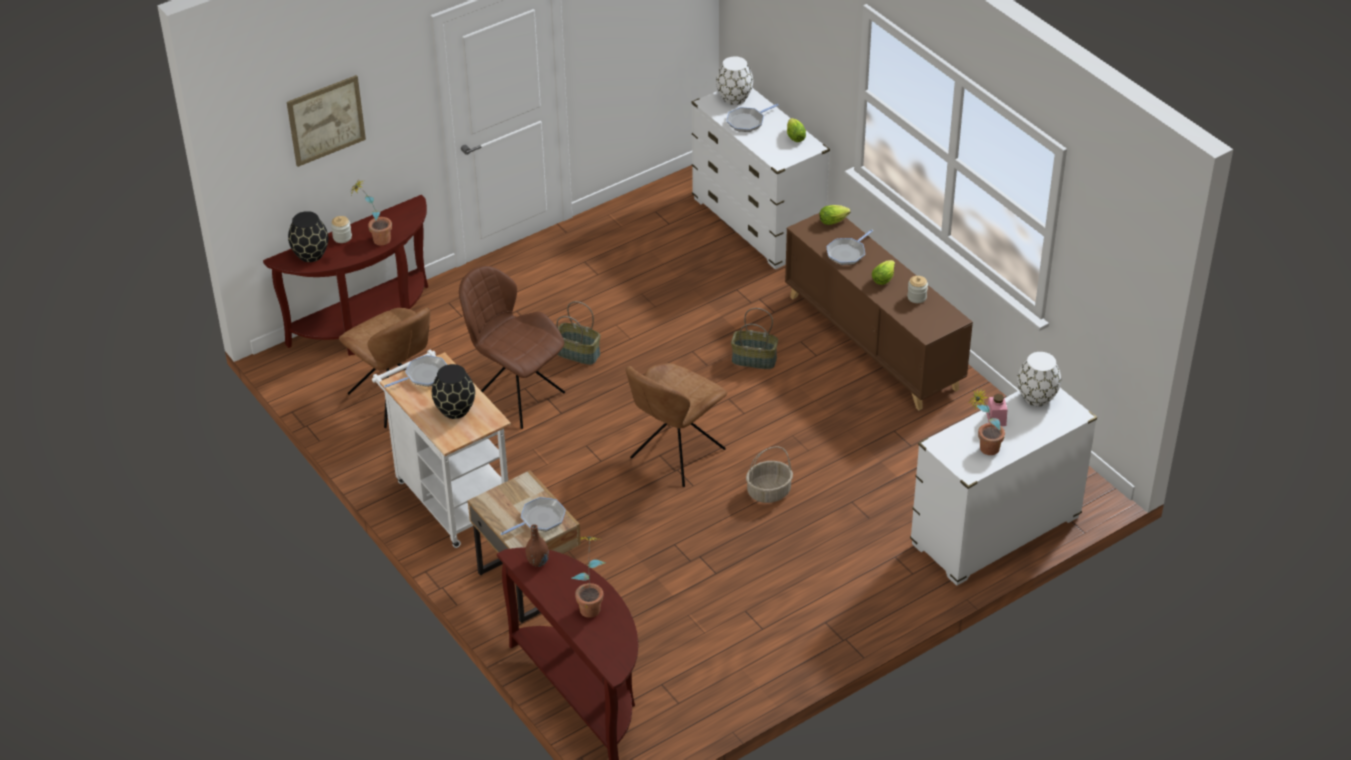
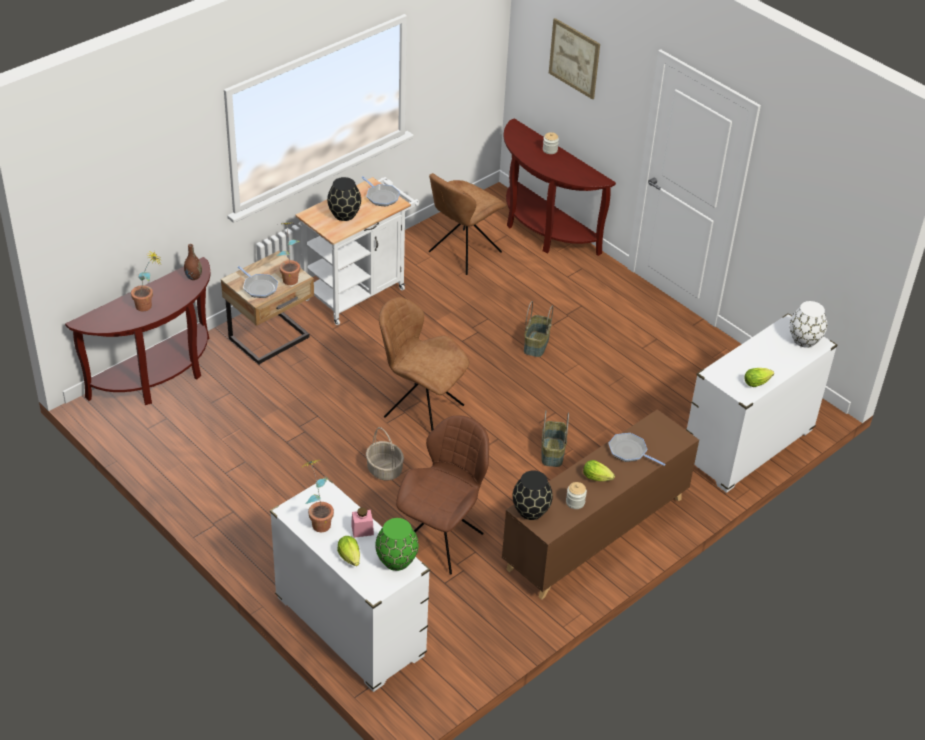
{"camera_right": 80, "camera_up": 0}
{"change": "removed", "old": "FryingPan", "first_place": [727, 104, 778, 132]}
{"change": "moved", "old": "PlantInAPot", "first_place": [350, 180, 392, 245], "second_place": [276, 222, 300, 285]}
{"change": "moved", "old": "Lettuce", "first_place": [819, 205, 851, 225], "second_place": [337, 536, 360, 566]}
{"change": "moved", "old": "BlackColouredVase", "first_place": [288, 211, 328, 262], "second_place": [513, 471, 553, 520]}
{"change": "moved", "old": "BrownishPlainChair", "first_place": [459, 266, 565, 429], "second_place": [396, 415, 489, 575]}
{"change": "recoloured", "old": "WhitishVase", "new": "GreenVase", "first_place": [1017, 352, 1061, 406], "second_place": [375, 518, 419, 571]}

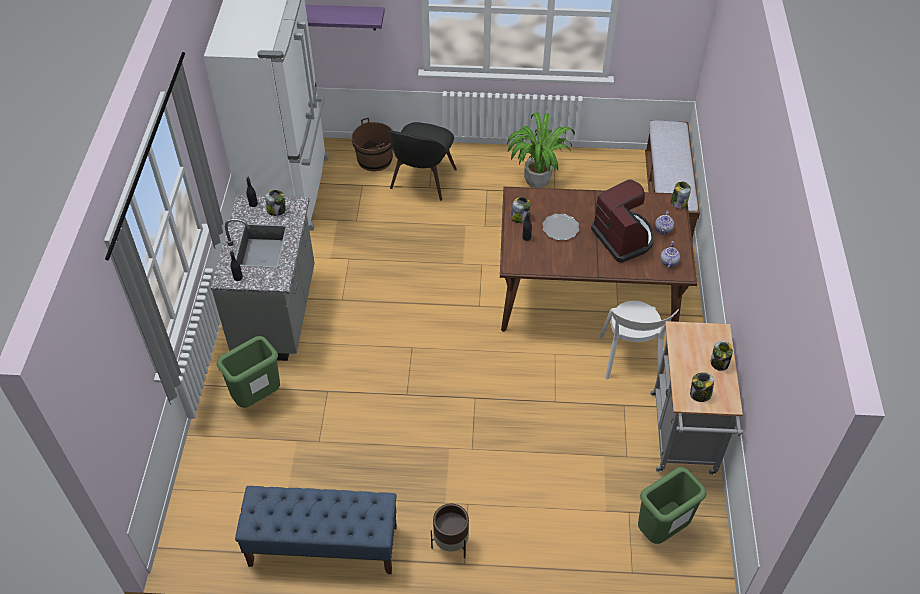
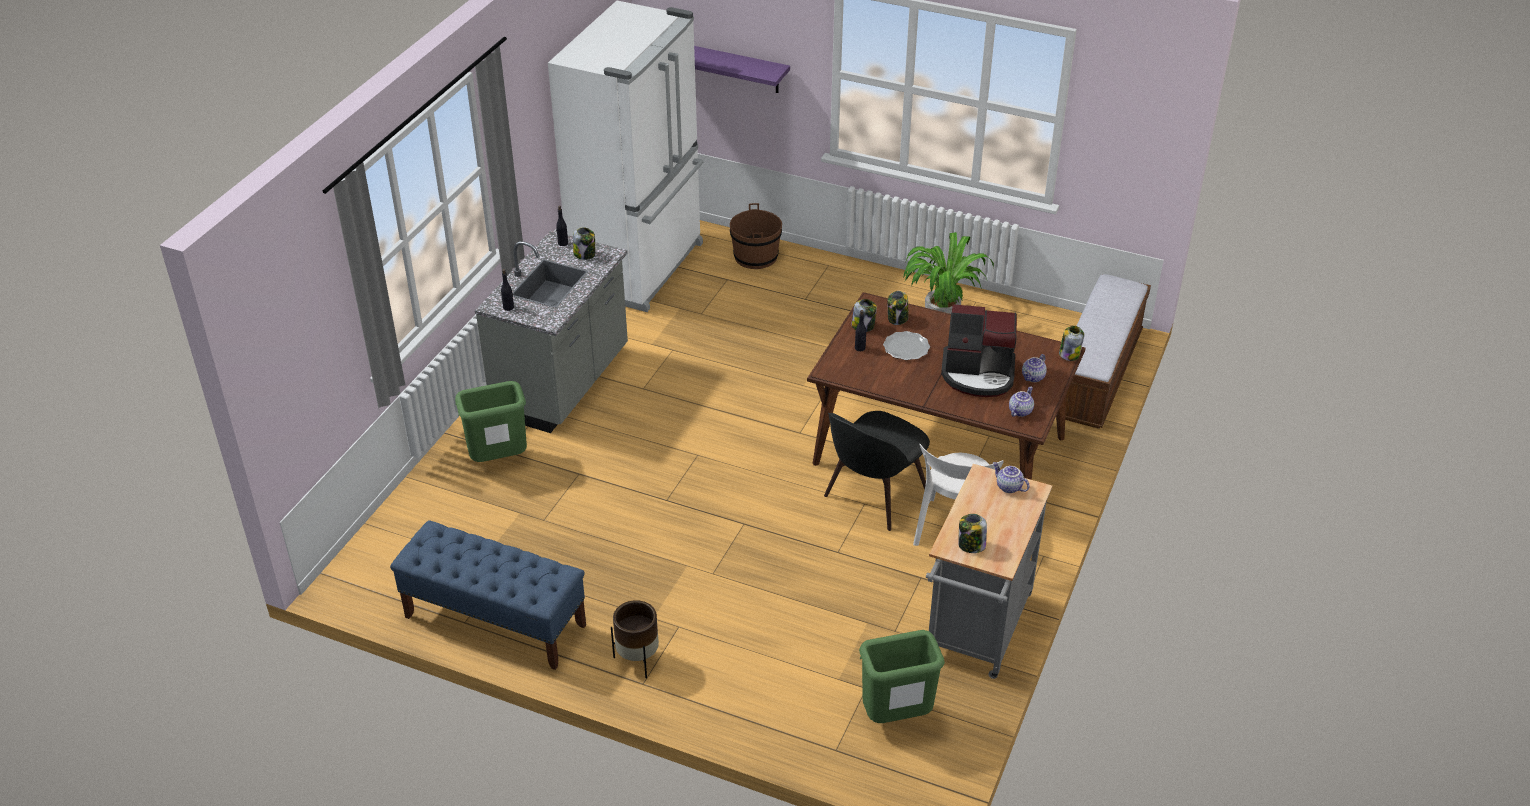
{"camera_right": 20, "camera_up": -10}
{"change": "moved", "old": "BlackColouredPlainChair", "first_place": [388, 122, 457, 201], "second_place": [824, 411, 930, 531]}
{"change": "turned", "old": "CoffeeMaker", "first_place": [591, 179, 654, 263], "second_place": [941, 304, 1017, 397], "degrees": 105}
{"change": "moved", "old": "PreserveJar", "first_place": [711, 341, 733, 371], "second_place": [888, 291, 909, 325]}
{"change": "added", "new": "TeaPot", "second_place": [993, 462, 1030, 493]}

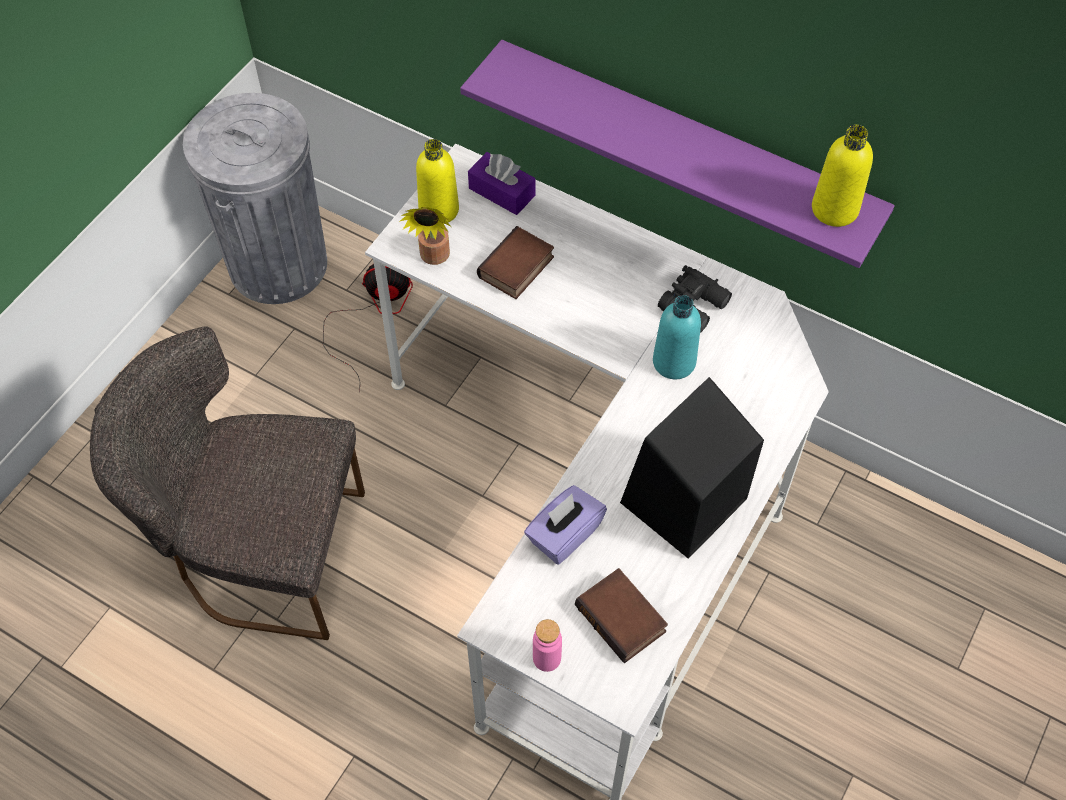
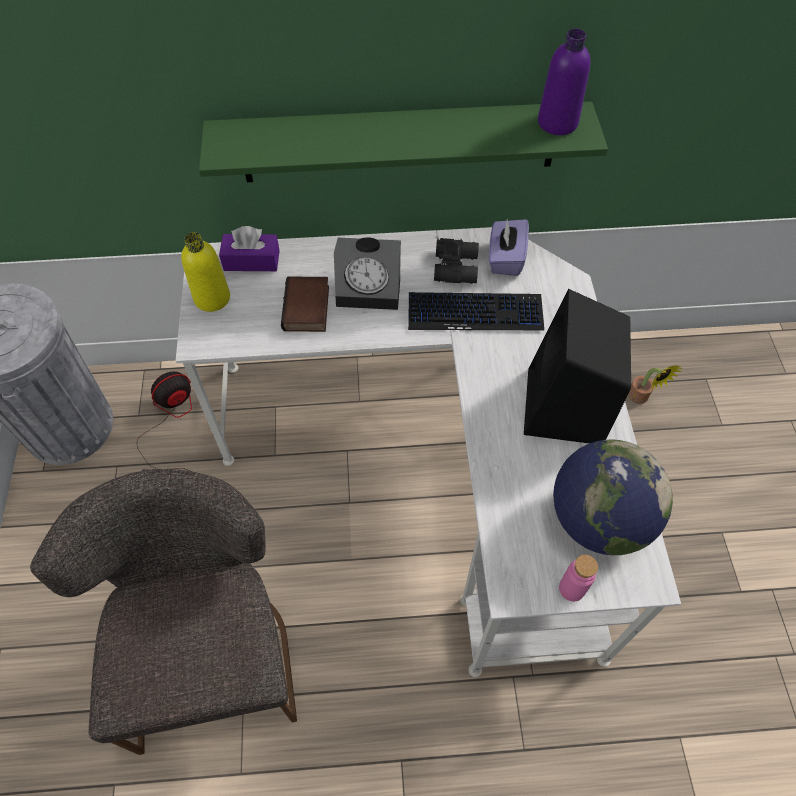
{"camera_right": -35, "camera_up": 0}
{"change": "recoloured", "old": "PurpleWallShelf", "new": "GreenWallShelf", "first_place": [460, 40, 895, 268], "second_place": [199, 102, 608, 182]}
{"change": "recoloured", "old": "YellowBottle", "new": "PurpleBottle", "first_place": [812, 125, 873, 227], "second_place": [538, 29, 590, 135]}
{"change": "moved", "old": "PlantInAPot", "first_place": [399, 207, 451, 265], "second_place": [628, 365, 683, 404]}
{"change": "replaced", "old": "TurquoiseColouredBottle", "new": "ComputerKeyboard", "first_place": [653, 295, 701, 379], "second_place": [408, 292, 544, 330]}
{"change": "turned", "old": "GreyishPlainChair", "first_place": [90, 327, 365, 640], "second_place": [30, 469, 297, 755], "degrees": 105}
{"change": "moved", "old": "PurpleTissueHolder", "first_place": [524, 485, 607, 565], "second_place": [489, 219, 529, 276]}
{"change": "replaced", "old": "Book", "new": "DeskGlobe", "first_place": [575, 568, 668, 663], "second_place": [553, 439, 673, 555]}
{"change": "added", "new": "TableClock", "second_place": [334, 237, 401, 310]}

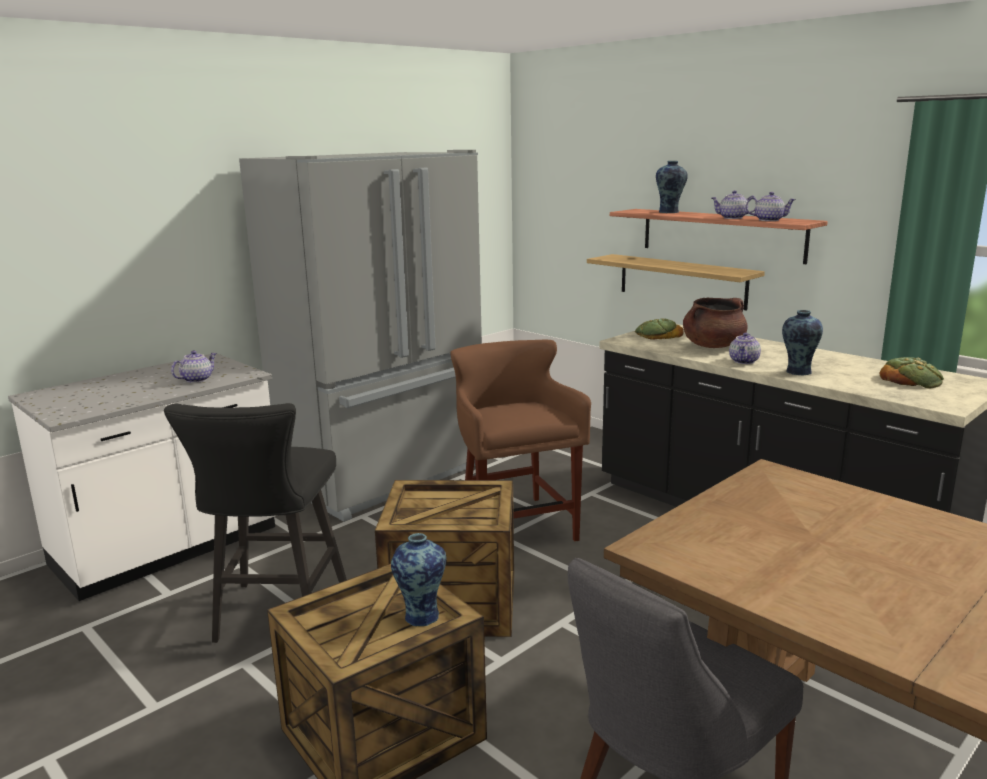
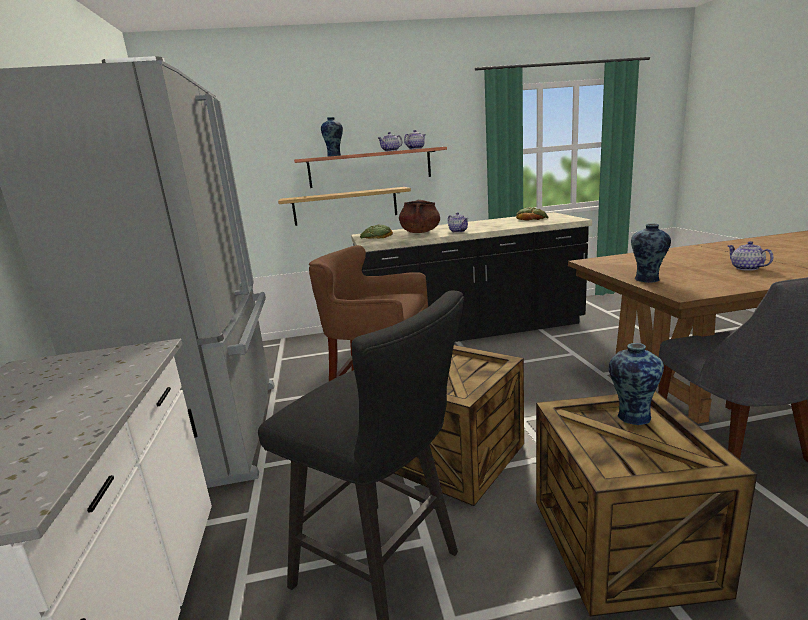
{"camera_right": -55, "camera_up": 0}
{"change": "moved", "old": "Vase", "first_place": [782, 310, 823, 375], "second_place": [631, 224, 671, 283]}
{"change": "moved", "old": "TeaPot", "first_place": [171, 351, 217, 383], "second_place": [728, 241, 774, 271]}

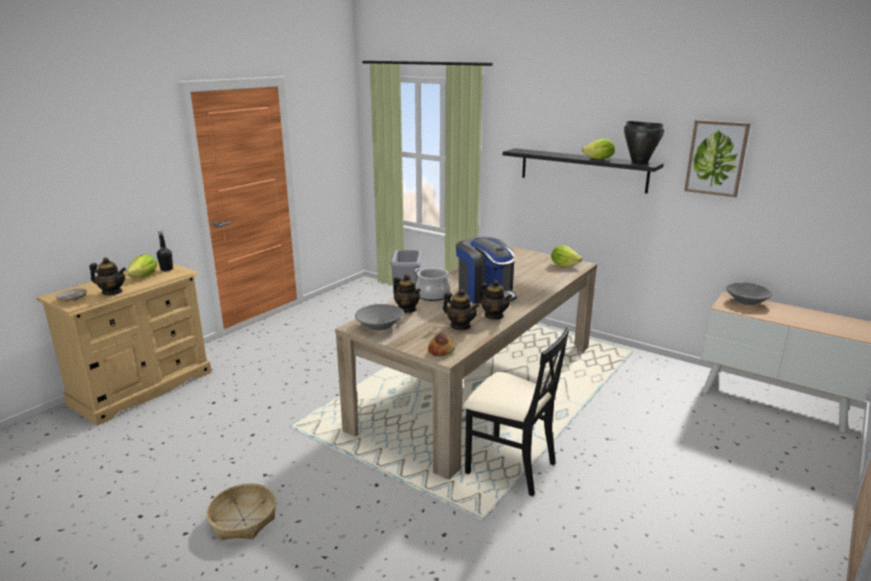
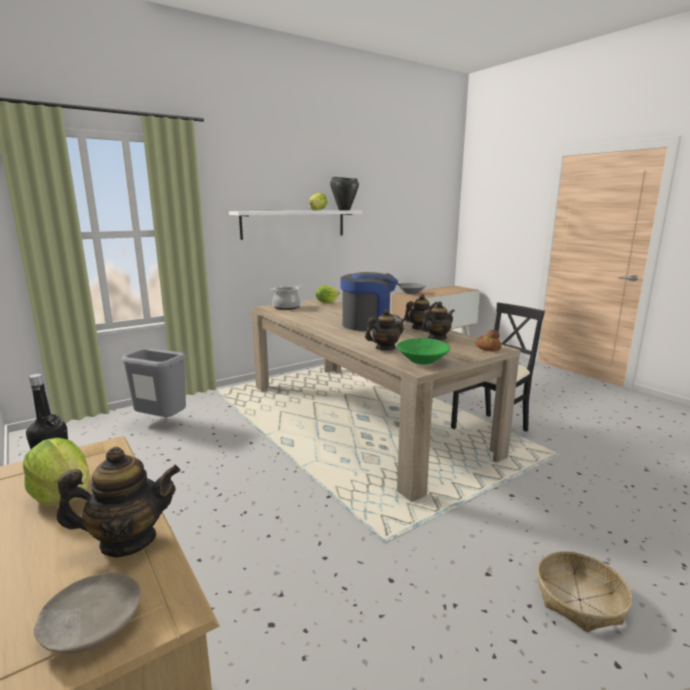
{"camera_right": -70, "camera_up": -5}
{"change": "removed", "old": "WallArt", "first_place": [684, 120, 750, 197]}
{"change": "recoloured", "old": "BlackColouredWallShelf", "new": "WhitishWallShelf", "first_place": [503, 148, 664, 194], "second_place": [229, 210, 362, 240]}
{"change": "turned", "old": "TeaPot", "first_place": [89, 257, 126, 295], "second_place": [56, 447, 180, 558], "degrees": 45}
{"change": "moved", "old": "Stockpot", "first_place": [415, 268, 452, 301], "second_place": [271, 286, 301, 310]}
{"change": "recoloured", "old": "GreyishServingBowl", "new": "GreenServingBowl", "first_place": [355, 304, 404, 331], "second_place": [397, 338, 450, 365]}

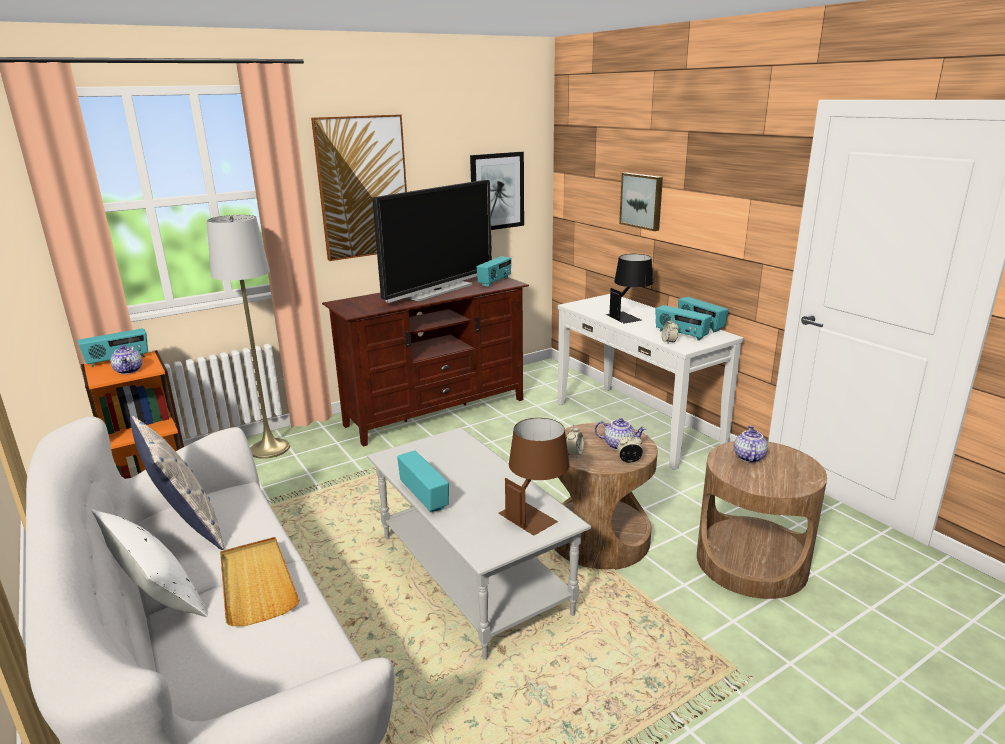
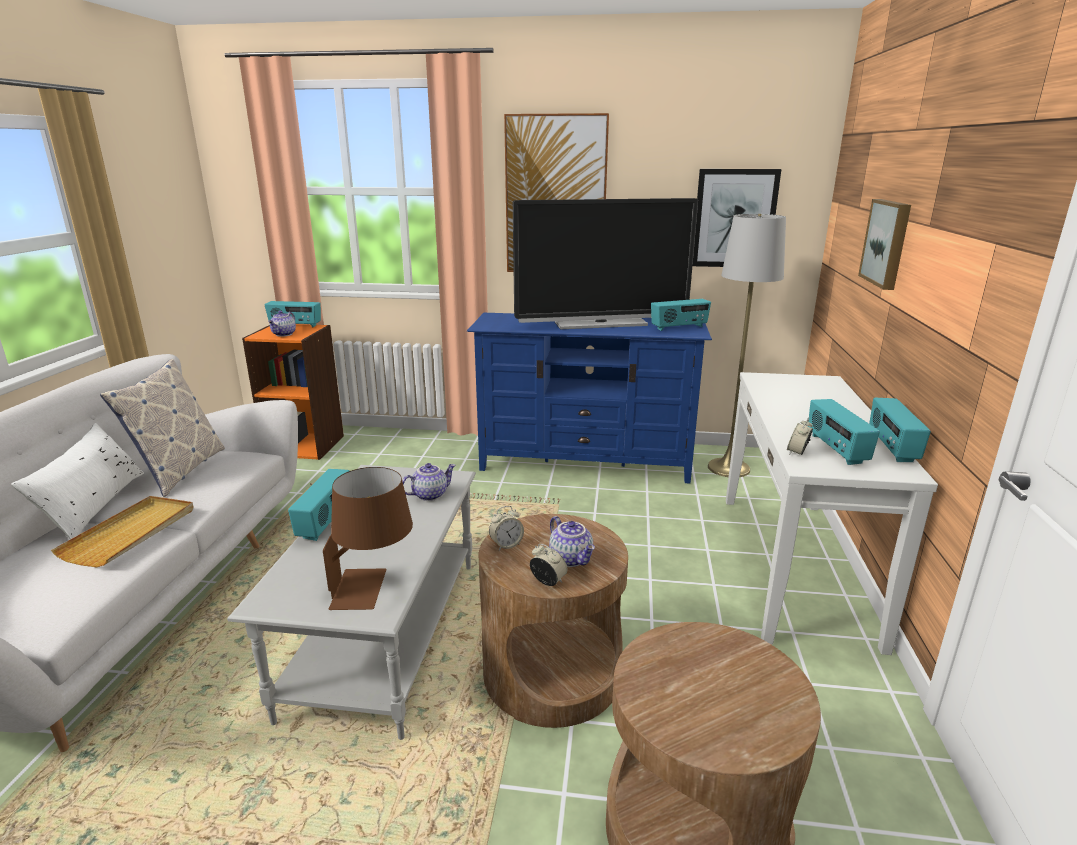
{"camera_right": 40, "camera_up": 0}
{"change": "moved", "old": "GreyishStandardLamp", "first_place": [207, 215, 290, 459], "second_place": [708, 214, 786, 477]}
{"change": "removed", "old": "BlackColouredLampForATable", "first_place": [606, 254, 653, 324]}
{"change": "recoloured", "old": "BrownishTvStand", "new": "BlueTvStand", "first_place": [322, 276, 529, 447], "second_place": [467, 313, 712, 483]}
{"change": "moved", "old": "TeaPot", "first_place": [734, 425, 768, 463], "second_place": [402, 463, 456, 501]}

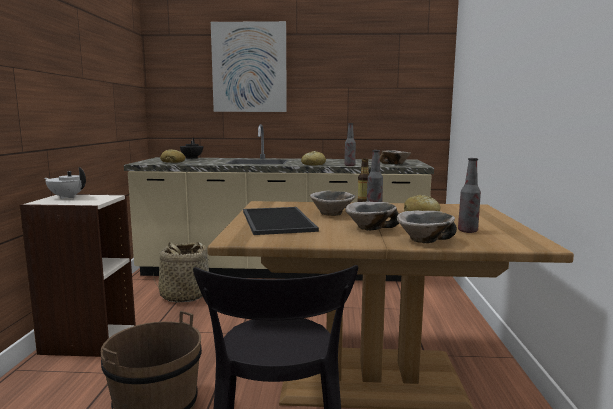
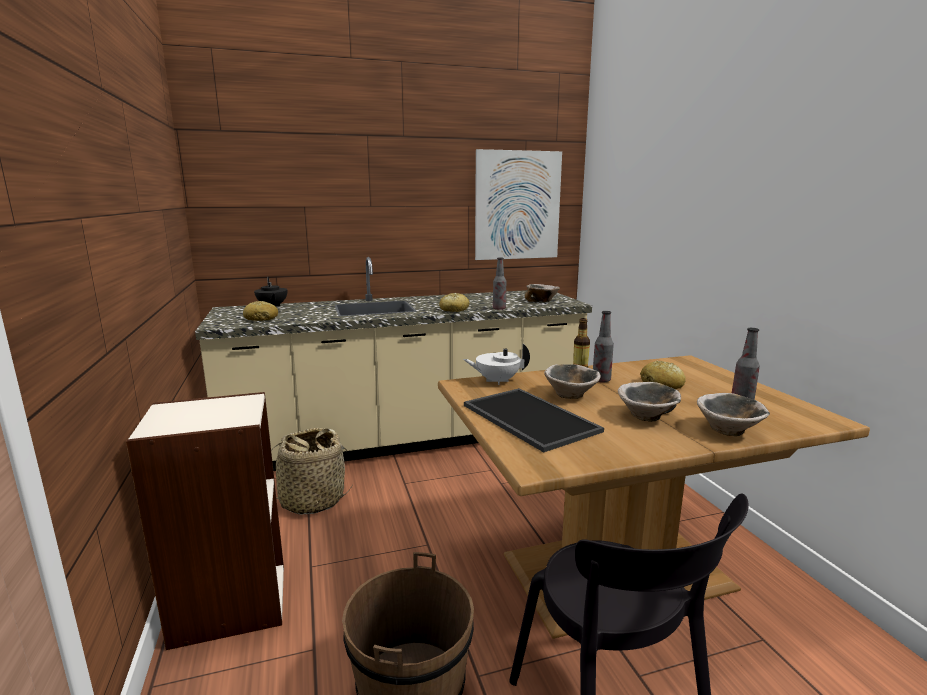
{"camera_right": -20, "camera_up": 5}
{"change": "moved", "old": "WallArt", "first_place": [211, 21, 287, 112], "second_place": [475, 149, 562, 260]}
{"change": "moved", "old": "WhitishTeaPot", "first_place": [44, 167, 86, 199], "second_place": [463, 344, 530, 385]}

